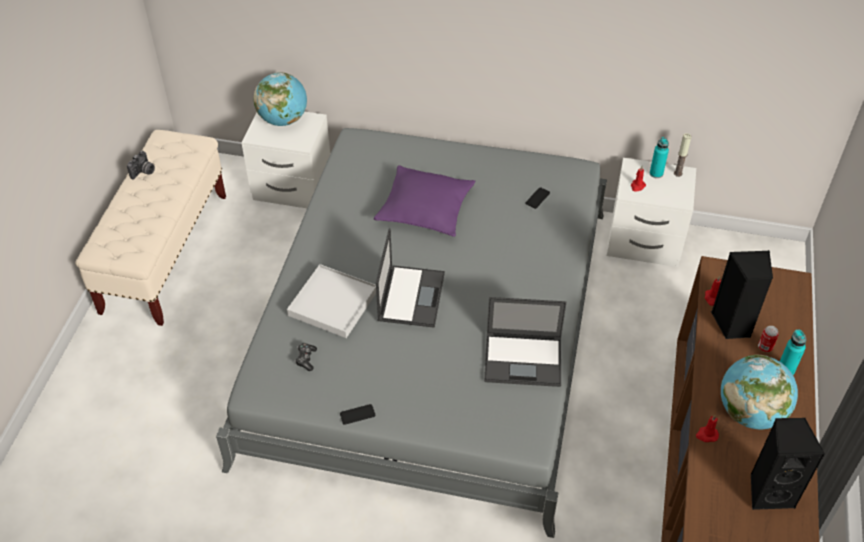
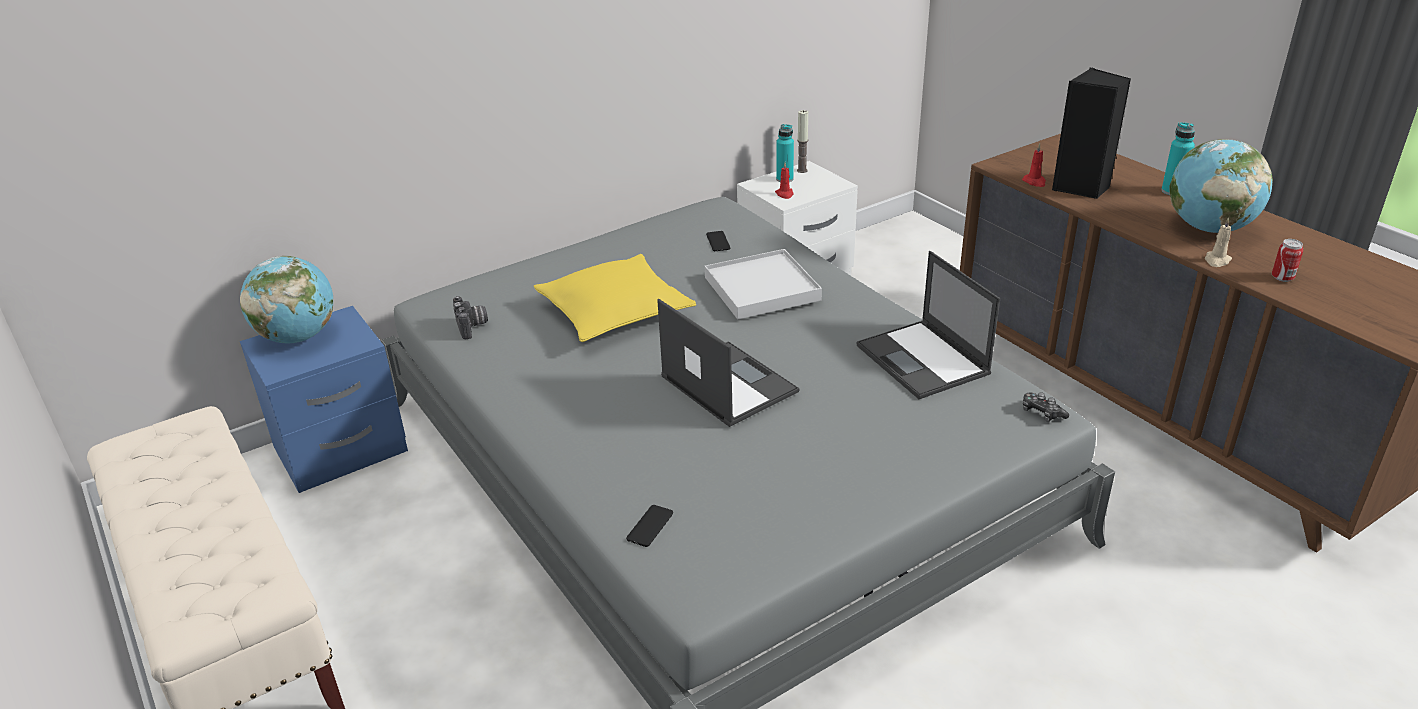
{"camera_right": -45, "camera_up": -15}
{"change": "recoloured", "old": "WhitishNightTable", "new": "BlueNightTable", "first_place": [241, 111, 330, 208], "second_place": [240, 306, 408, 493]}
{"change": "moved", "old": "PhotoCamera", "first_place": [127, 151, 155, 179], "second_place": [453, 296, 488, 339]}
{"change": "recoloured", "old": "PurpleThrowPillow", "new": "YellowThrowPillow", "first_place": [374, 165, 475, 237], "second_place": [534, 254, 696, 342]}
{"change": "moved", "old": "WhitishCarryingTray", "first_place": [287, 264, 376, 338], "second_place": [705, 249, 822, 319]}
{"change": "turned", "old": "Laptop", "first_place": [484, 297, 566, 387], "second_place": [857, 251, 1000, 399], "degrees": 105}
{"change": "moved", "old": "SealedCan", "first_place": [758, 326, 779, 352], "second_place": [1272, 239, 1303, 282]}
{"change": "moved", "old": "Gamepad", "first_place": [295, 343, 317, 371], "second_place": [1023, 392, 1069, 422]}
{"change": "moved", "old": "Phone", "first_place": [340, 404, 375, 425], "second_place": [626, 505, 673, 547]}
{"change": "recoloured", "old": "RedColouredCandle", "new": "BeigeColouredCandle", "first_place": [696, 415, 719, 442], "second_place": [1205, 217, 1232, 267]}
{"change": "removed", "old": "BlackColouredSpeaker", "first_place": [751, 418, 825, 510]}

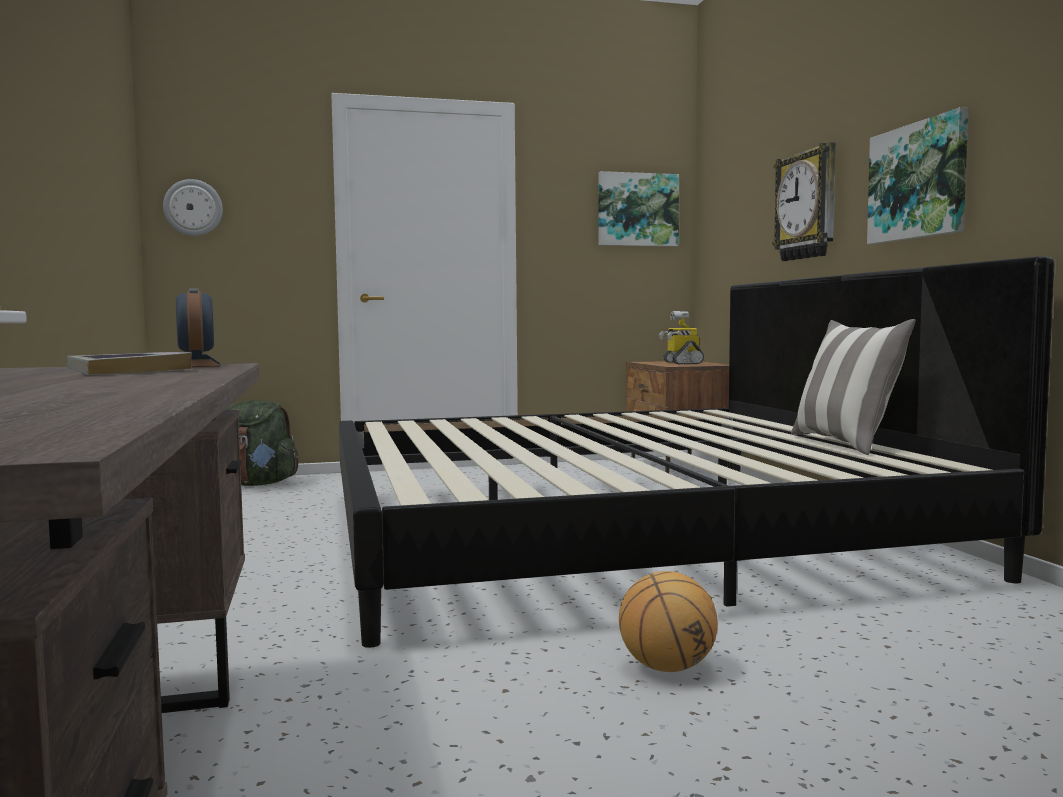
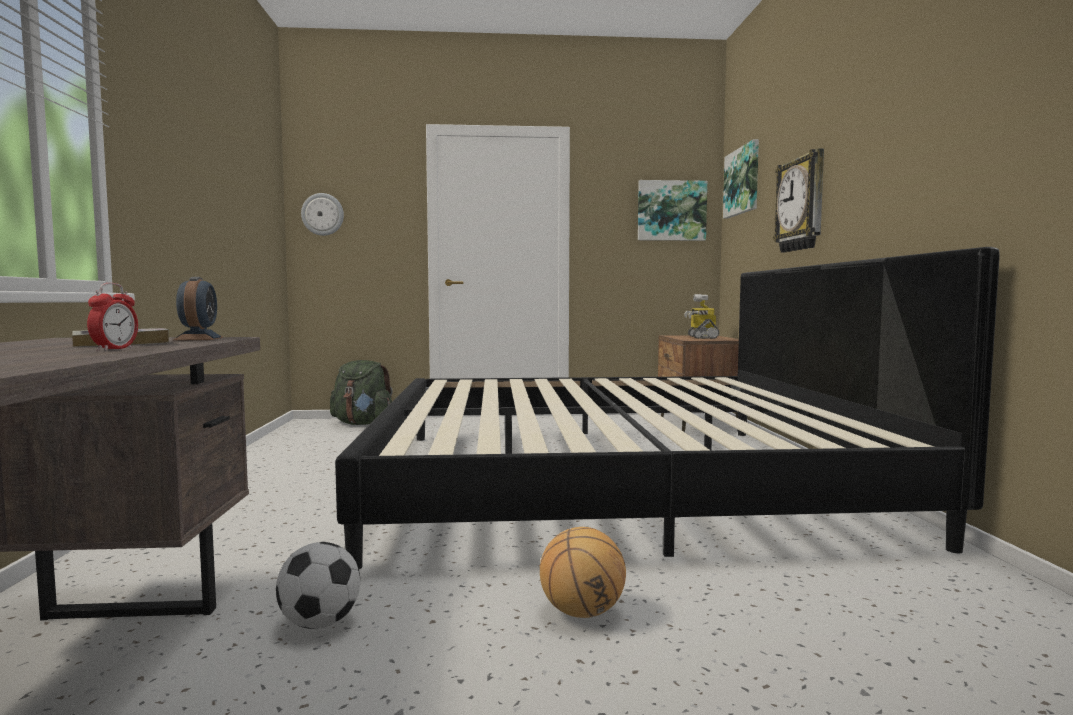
{"camera_right": 10, "camera_up": 0}
{"change": "moved", "old": "WallArt", "first_place": [867, 107, 968, 244], "second_place": [723, 139, 759, 219]}
{"change": "removed", "old": "ThrowPillow", "first_place": [791, 319, 916, 455]}
{"change": "added", "new": "TableClock", "second_place": [87, 283, 138, 351]}
{"change": "added", "new": "BallForFootball", "second_place": [276, 542, 360, 629]}

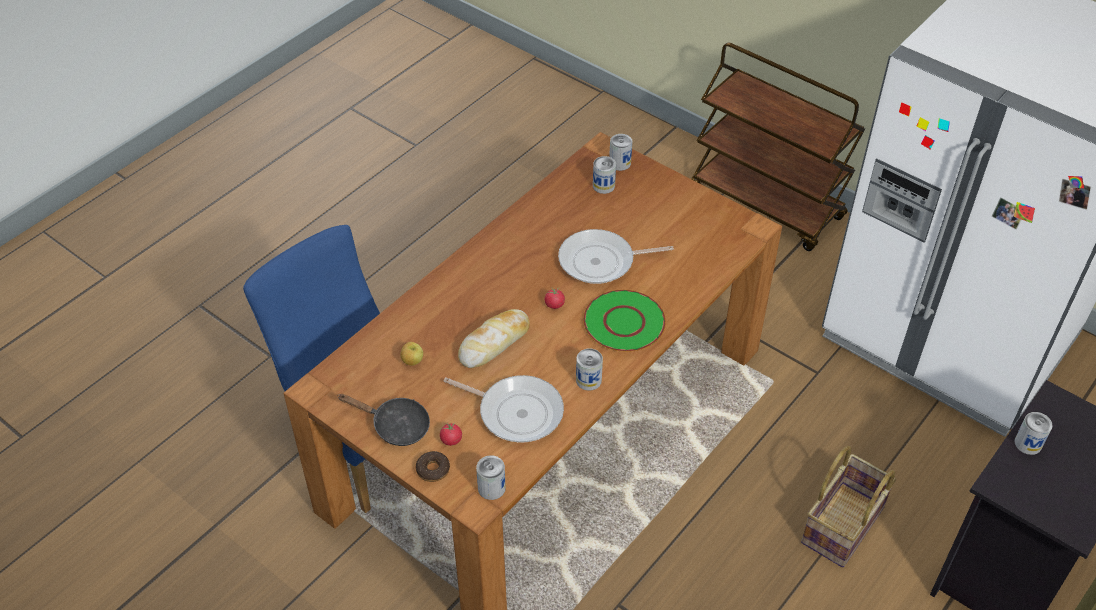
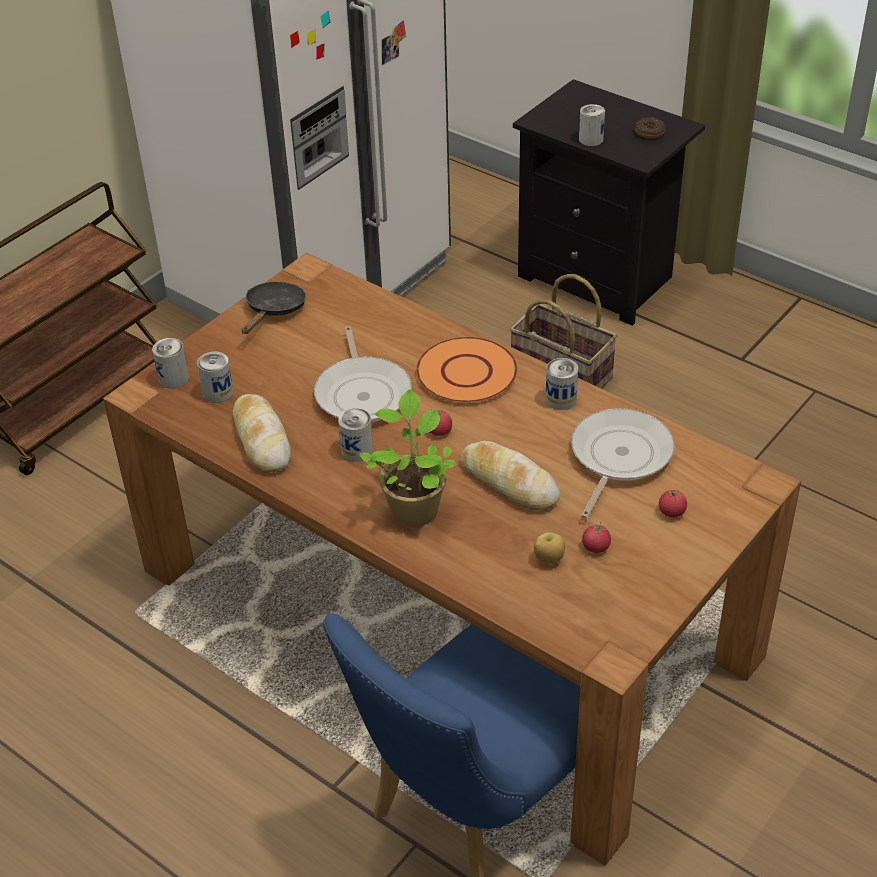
{"camera_right": -90, "camera_up": -5}
{"change": "recoloured", "old": "GreenFlatDish", "new": "OrangeyFlatDish", "first_place": [583, 290, 666, 352], "second_place": [416, 337, 518, 403]}
{"change": "moved", "old": "BlackColouredFryingPan", "first_place": [337, 394, 430, 446], "second_place": [241, 282, 306, 334]}
{"change": "moved", "old": "Doughnut", "first_place": [416, 451, 450, 482], "second_place": [635, 117, 665, 139]}
{"change": "moved", "old": "SealedCan", "first_place": [476, 455, 506, 500], "second_place": [338, 408, 373, 462]}
{"change": "added", "new": "PlantInAPot", "second_place": [359, 389, 457, 527]}
{"change": "added", "new": "Bread", "second_place": [233, 394, 291, 472]}
{"change": "added", "new": "FreshTomato", "second_place": [582, 522, 611, 553]}

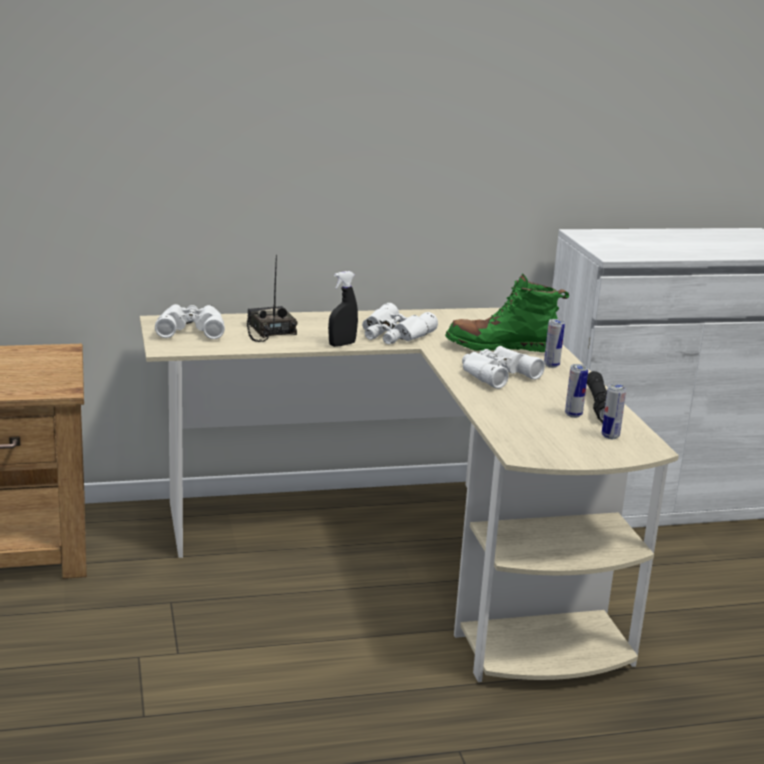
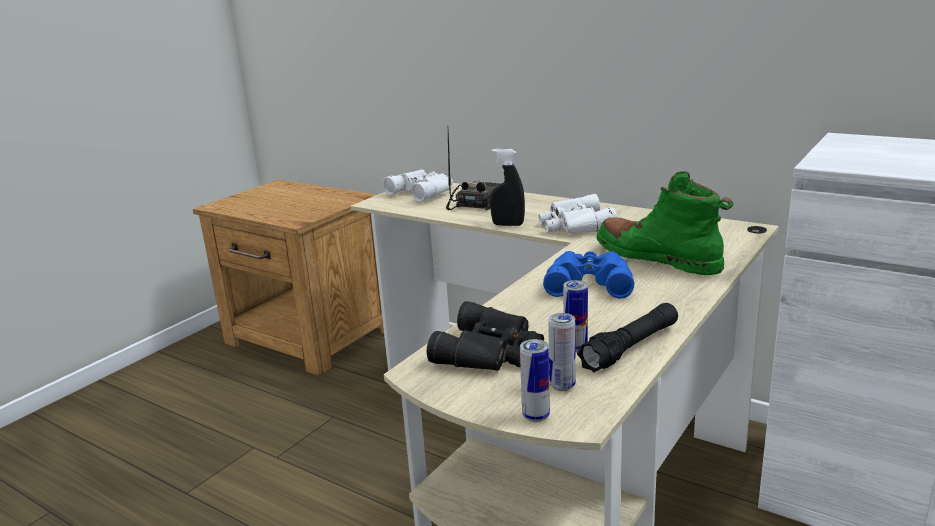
{"camera_right": 50, "camera_up": 0}
{"change": "moved", "old": "SealedCan", "first_place": [544, 319, 565, 368], "second_place": [520, 339, 550, 422]}
{"change": "recoloured", "old": "WhitishFieldGlasses", "new": "BlueFieldGlasses", "first_place": [462, 346, 545, 389], "second_place": [543, 251, 634, 298]}
{"change": "added", "new": "BlackColouredFieldGlasses", "second_place": [427, 301, 544, 371]}

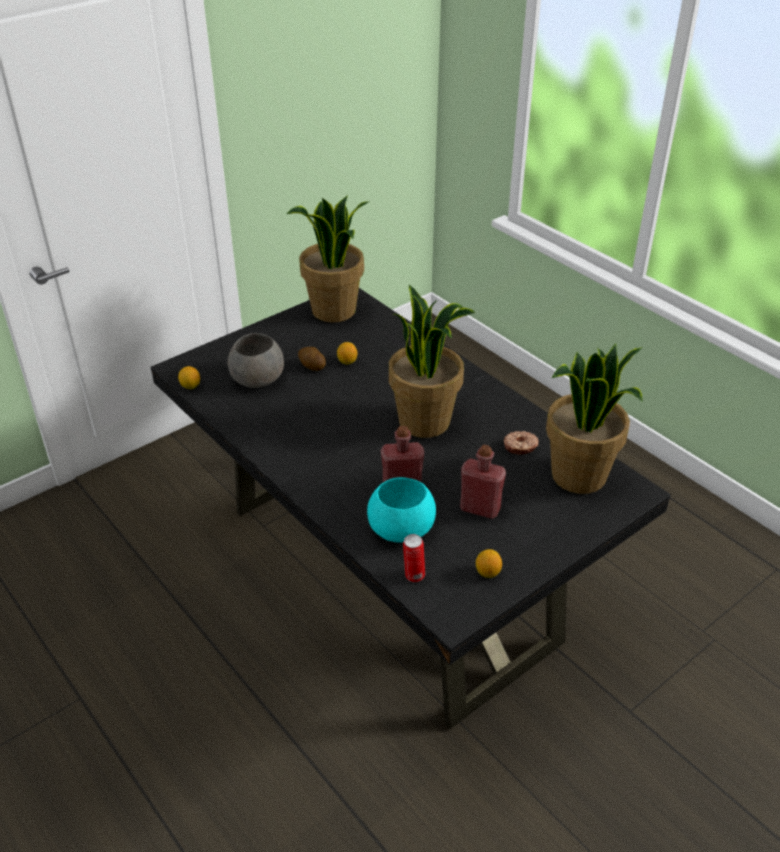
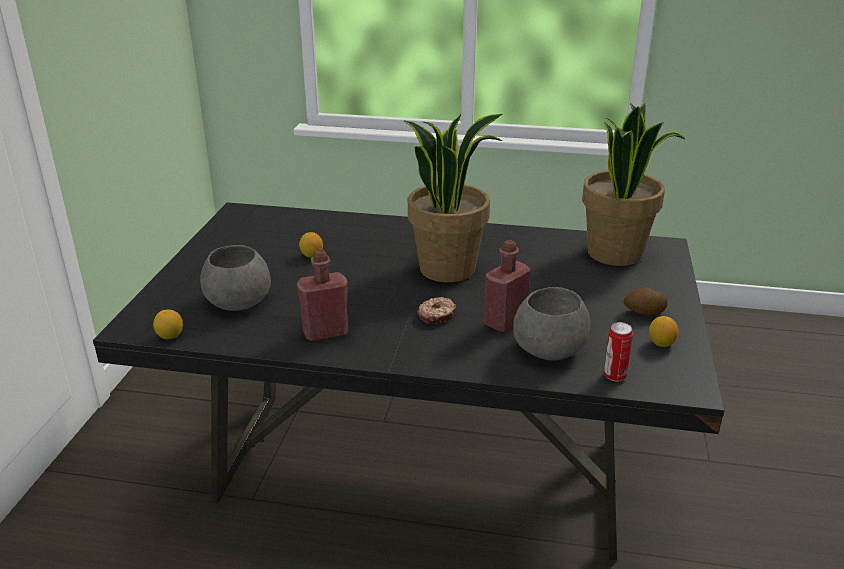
{"camera_right": -40, "camera_up": -10}
{"change": "removed", "old": "PlantInAPot", "first_place": [286, 195, 370, 323]}
{"change": "moved", "old": "Potato", "first_place": [298, 347, 326, 371], "second_place": [623, 288, 668, 316]}
{"change": "moved", "old": "Doughnut", "first_place": [504, 431, 539, 455], "second_place": [417, 297, 456, 324]}
{"change": "moved", "old": "RedColouredBottle", "first_place": [460, 444, 506, 519], "second_place": [297, 250, 348, 341]}
{"change": "recoloured", "old": "TurquoiseColouredServingBowl", "new": "GreyishServingBowl", "first_place": [367, 477, 436, 543], "second_place": [513, 287, 590, 360]}

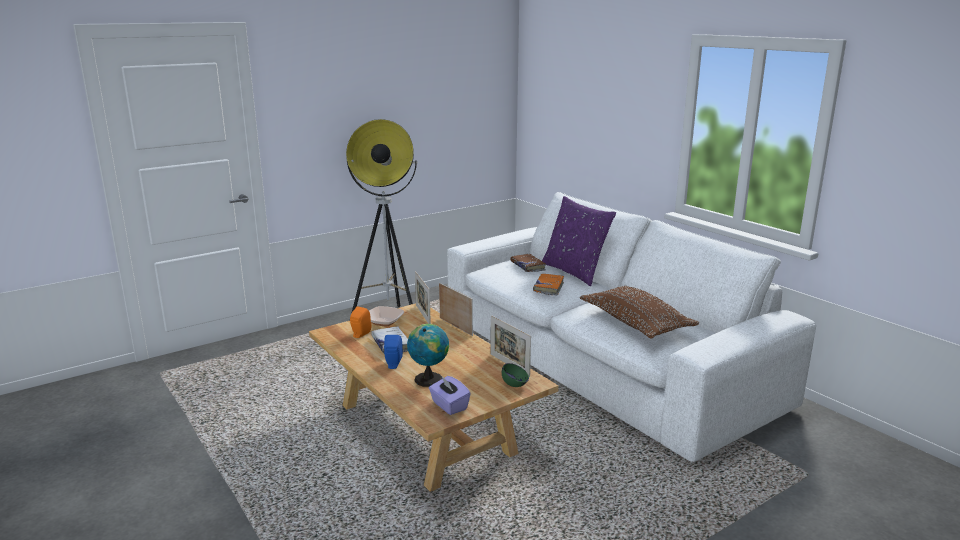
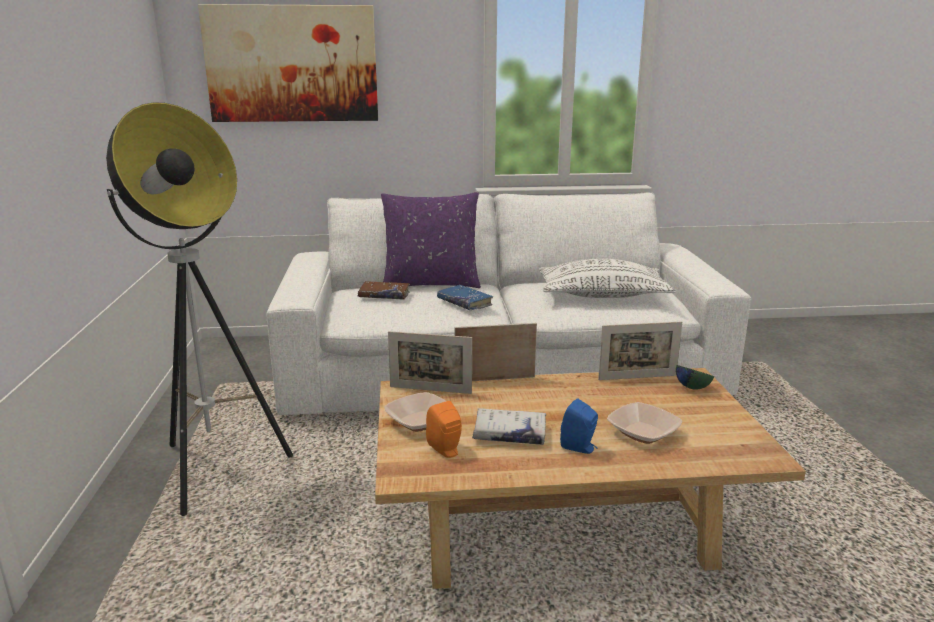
{"camera_right": -60, "camera_up": 0}
{"change": "recoloured", "old": "OrangeyBook", "new": "BlueBook", "first_place": [533, 274, 564, 296], "second_place": [437, 285, 493, 310]}
{"change": "recoloured", "old": "BrownishThrowPillow", "new": "WhitishThrowPillow", "first_place": [580, 286, 699, 339], "second_place": [539, 258, 676, 298]}
{"change": "replaced", "old": "DeskGlobe", "new": "ServingBowl", "first_place": [407, 324, 449, 387], "second_place": [607, 402, 682, 444]}
{"change": "removed", "old": "PurpleTissueHolder", "first_place": [429, 376, 471, 415]}
{"change": "added", "new": "WallArt", "second_place": [198, 4, 378, 122]}

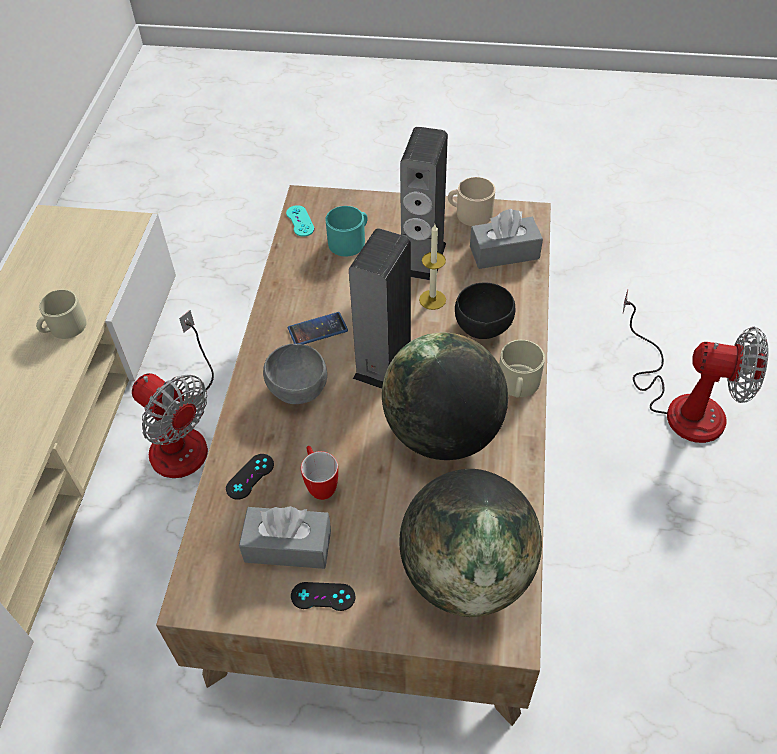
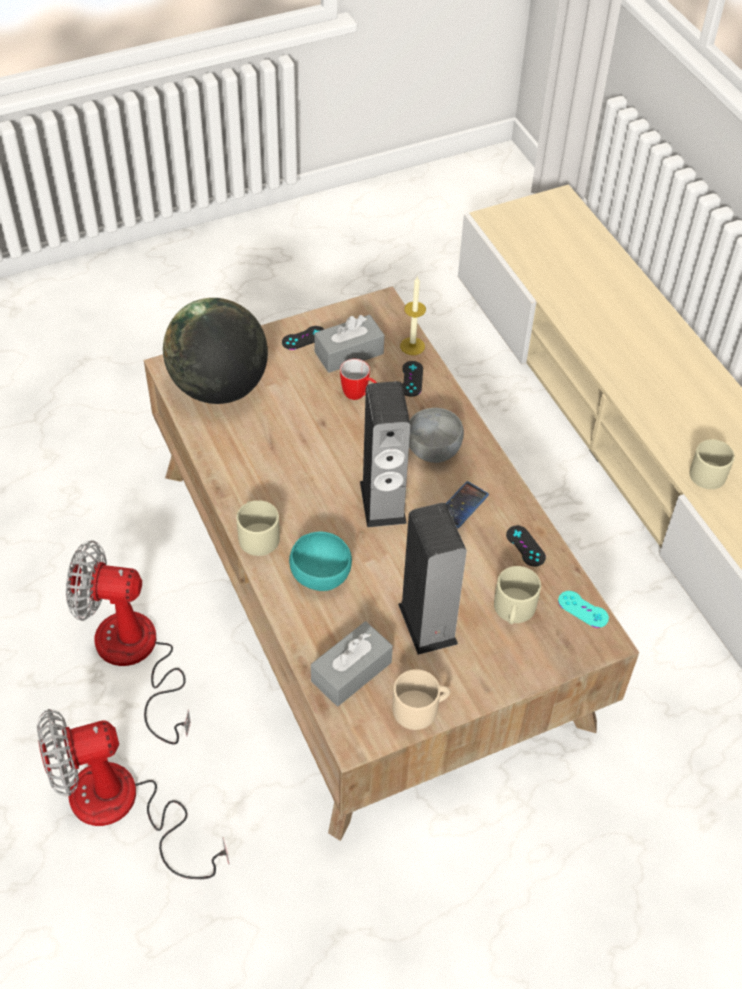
{"camera_right": 145, "camera_up": 0}
{"change": "recoloured", "old": "TurquoiseColouredTeaMug", "new": "BeigeColouredTeaMug", "first_place": [325, 206, 368, 257], "second_place": [494, 566, 541, 624]}
{"change": "moved", "old": "Candle", "first_place": [419, 224, 446, 310], "second_place": [400, 276, 426, 355]}
{"change": "recoloured", "old": "BlackColouredServingBowl", "new": "TurquoiseColouredServingBowl", "first_place": [455, 282, 515, 339], "second_place": [289, 532, 352, 591]}
{"change": "moved", "old": "CoolingFan", "first_place": [132, 310, 214, 478], "second_place": [66, 540, 191, 744]}
{"change": "removed", "old": "DeskGlobe", "first_place": [382, 332, 508, 460]}
{"change": "added", "new": "BlackColouredGamepad", "second_place": [506, 526, 546, 567]}

